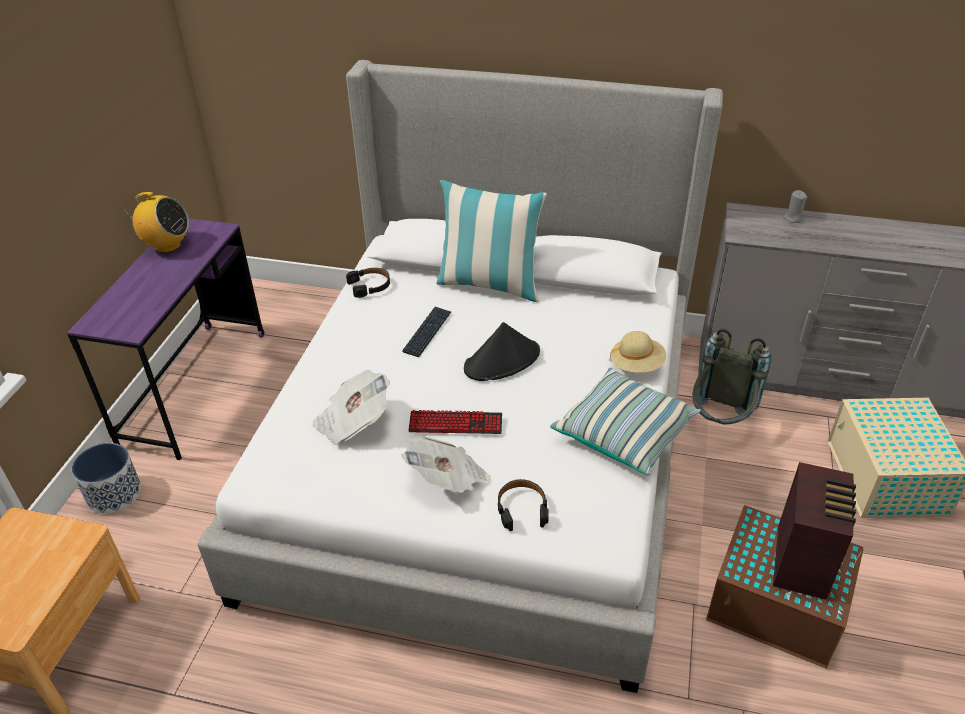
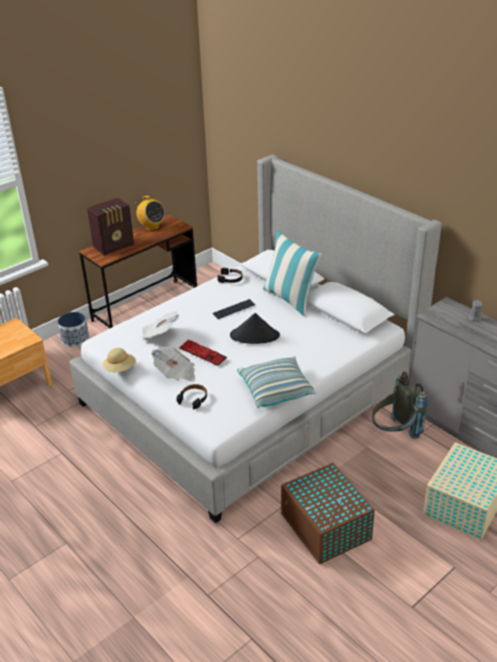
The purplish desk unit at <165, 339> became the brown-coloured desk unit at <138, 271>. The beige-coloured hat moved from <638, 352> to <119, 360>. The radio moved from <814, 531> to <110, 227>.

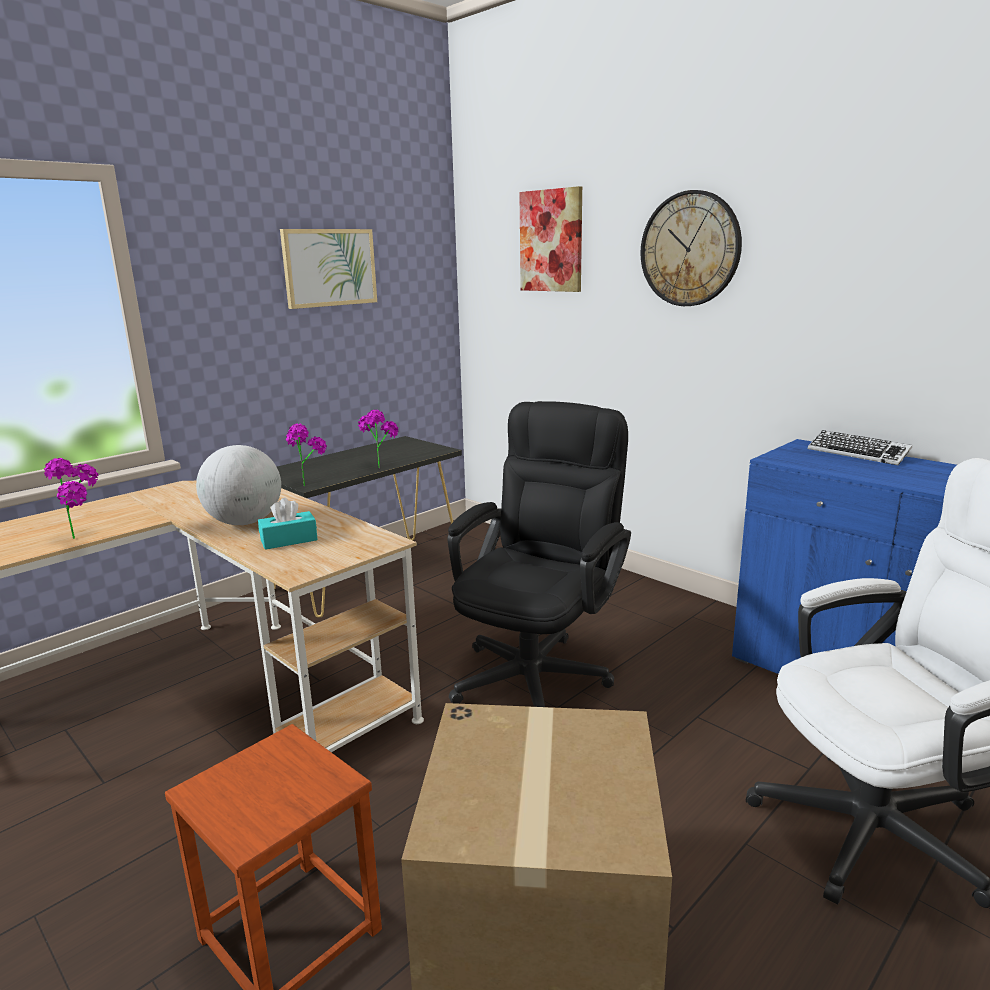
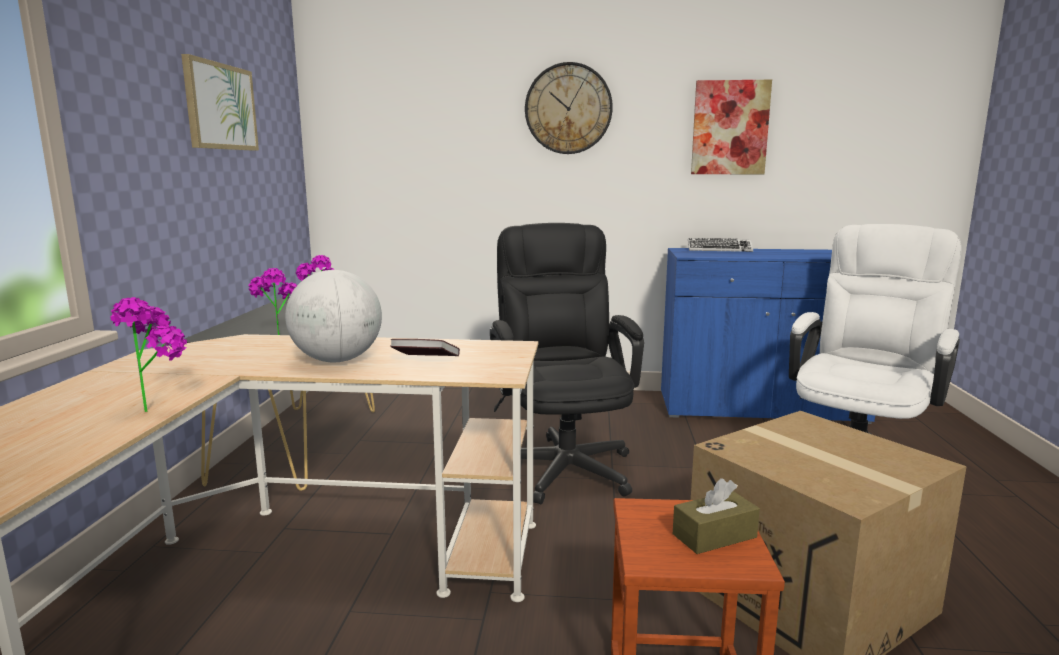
The picture moved from <550, 239> to <731, 127>. The turquoise-coloured tissue box at <288, 524> was replaced by the bound book at <425, 347>. The brown-coloured tissue box at <716, 516> appeared.

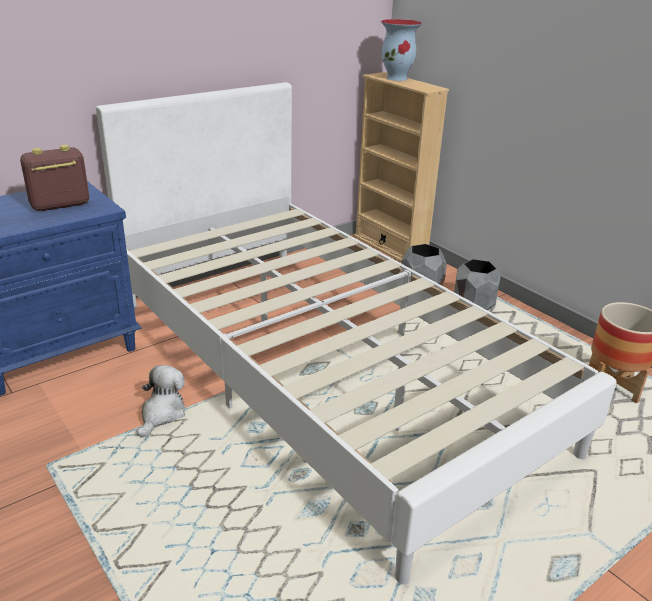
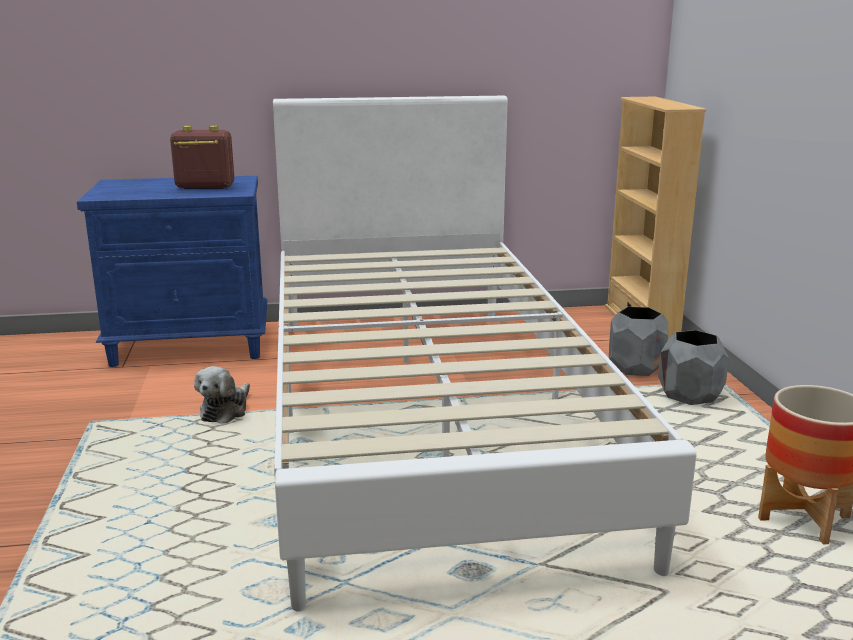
The vase at <401, 50> disappeared. The cuddly toy at <161, 401> turned 150 degrees clockwise.

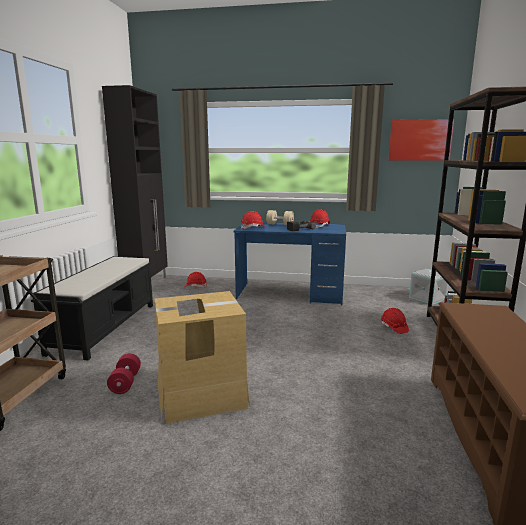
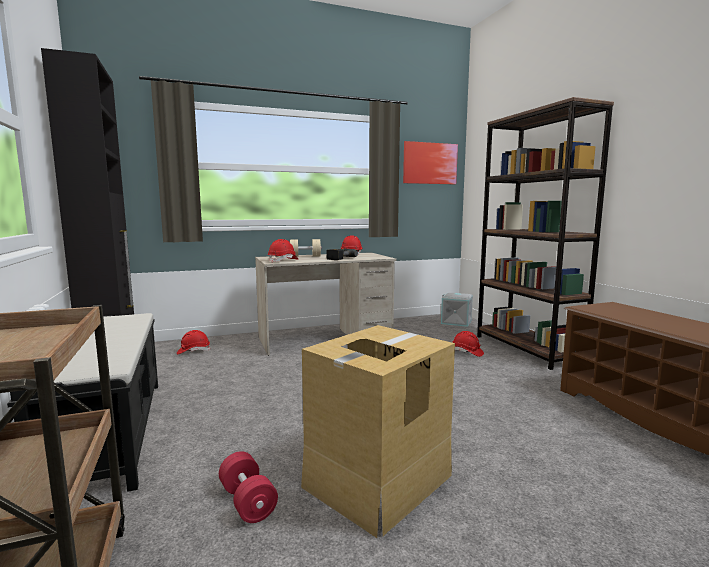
The blue-coloured desk unit at <290, 263> became the beige-coloured desk unit at <325, 304>.

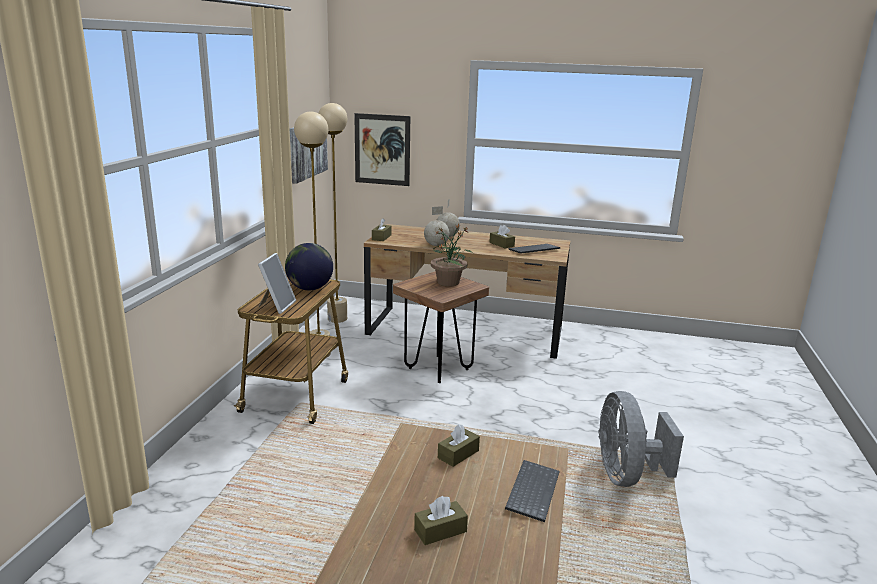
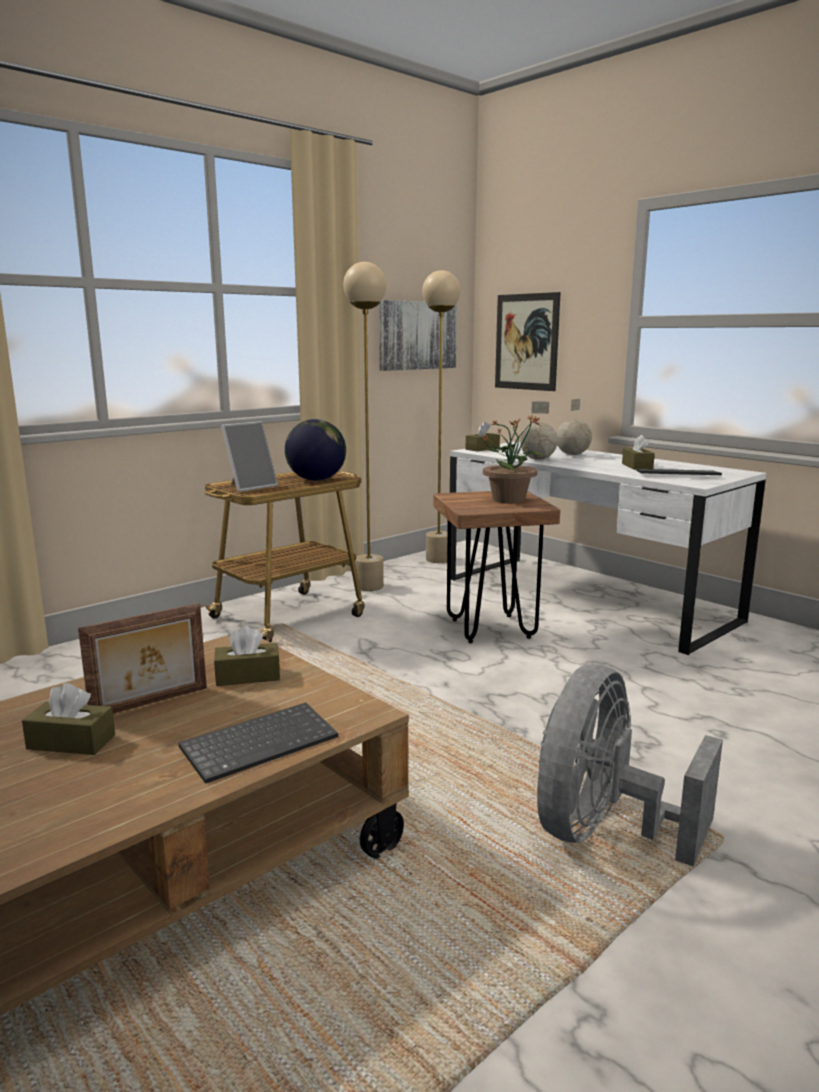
The brown-coloured desk unit at <467, 291> became the white desk unit at <608, 548>. The standing frame at <142, 658> appeared.

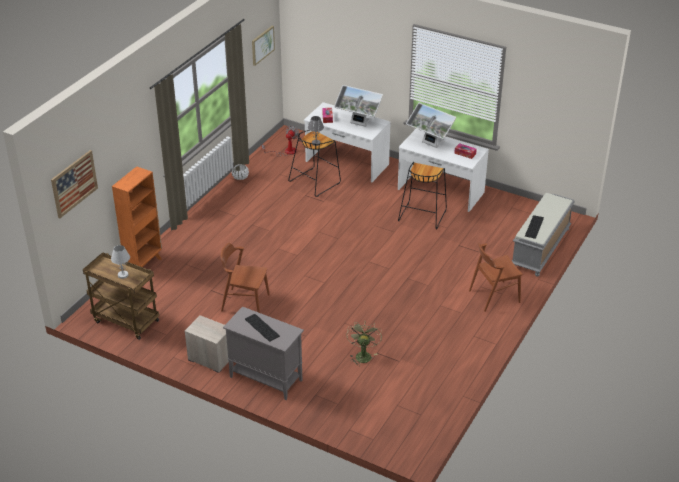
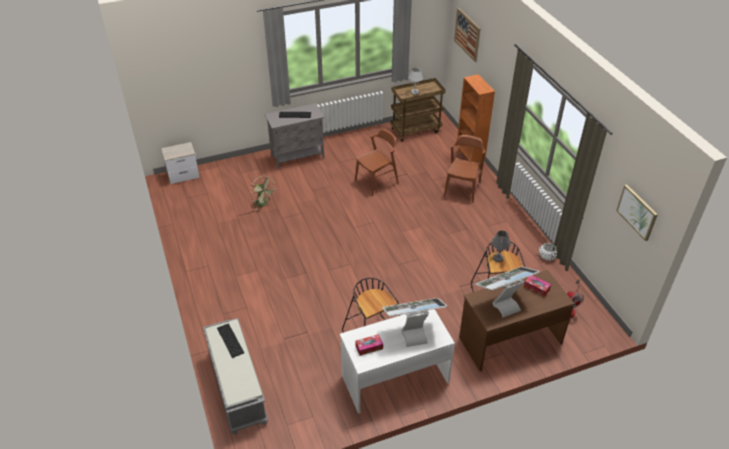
The white desk unit at <347, 142> became the brown-coloured desk unit at <517, 320>. The brown-coloured upright chair moved from <496, 277> to <465, 169>. The night table moved from <207, 344> to <180, 163>.

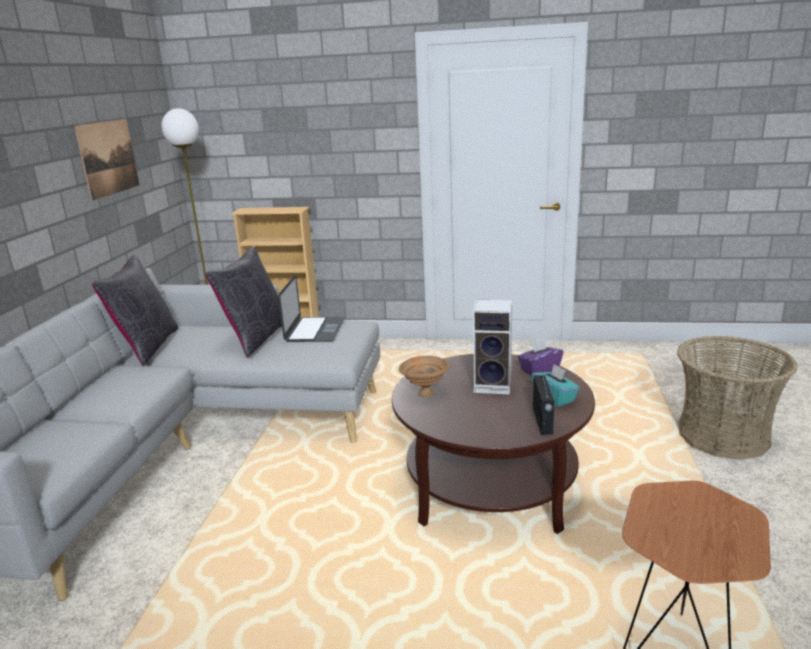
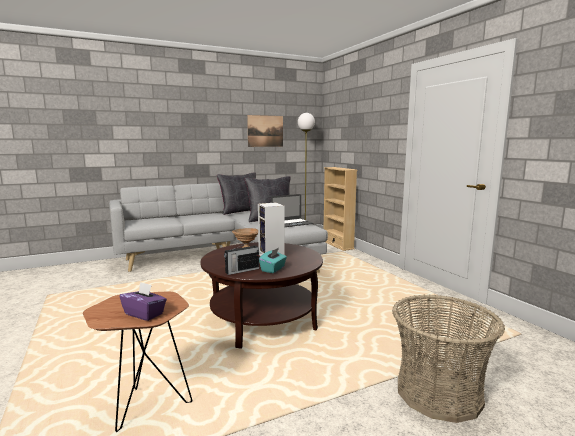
The purplish tissue box moved from <540, 357> to <143, 301>.

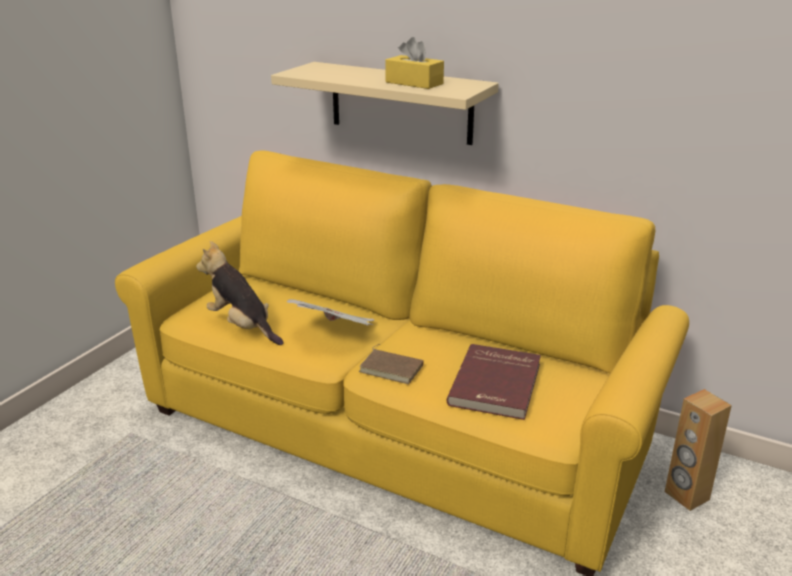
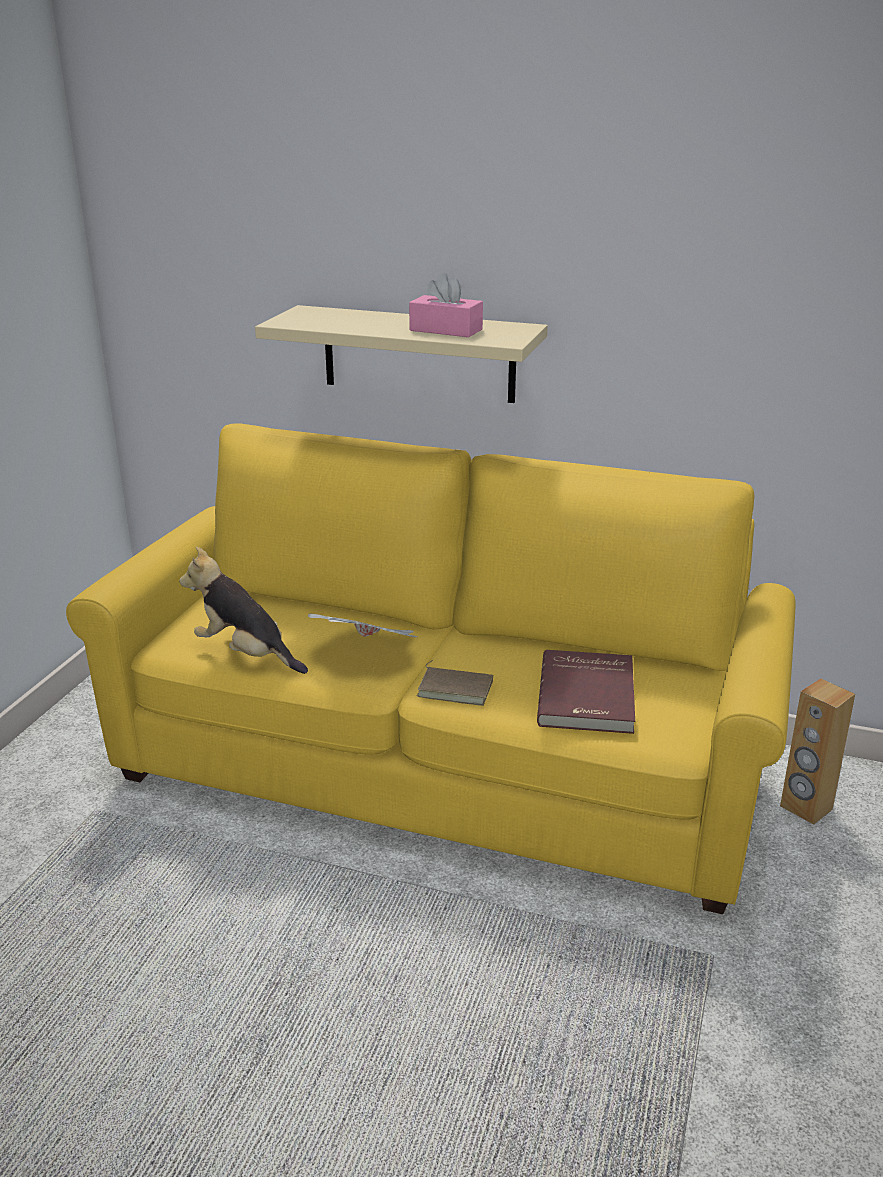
The yellow tissue box at <414, 63> became the pink tissue box at <446, 305>.

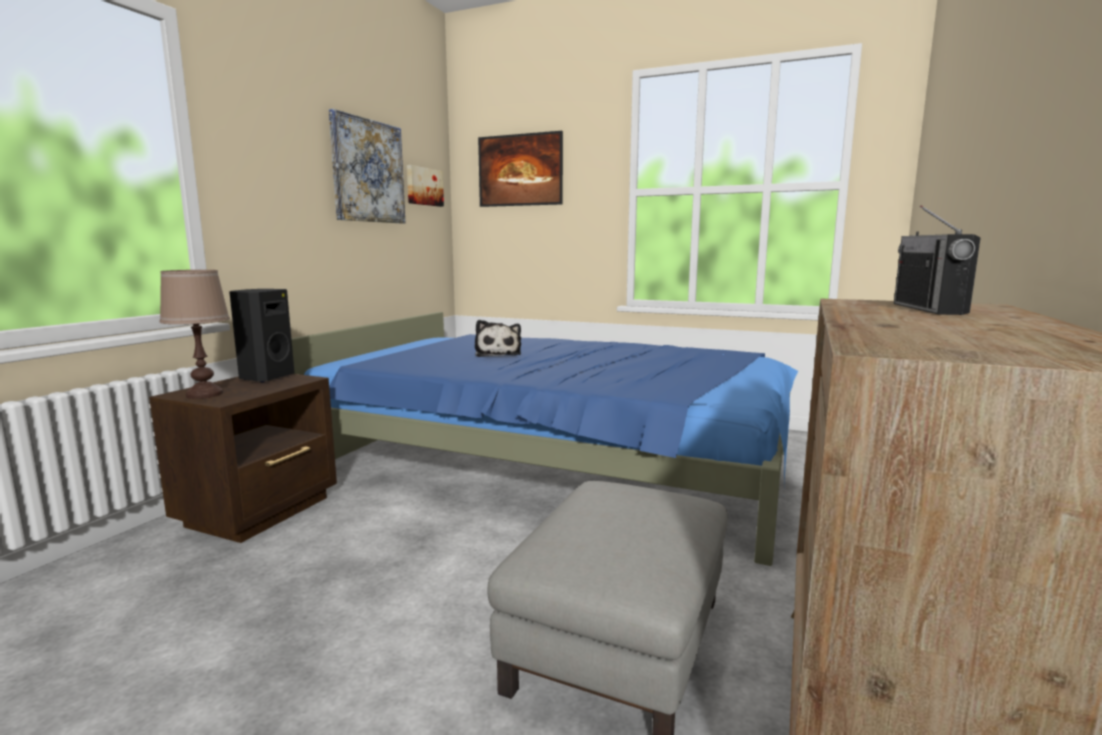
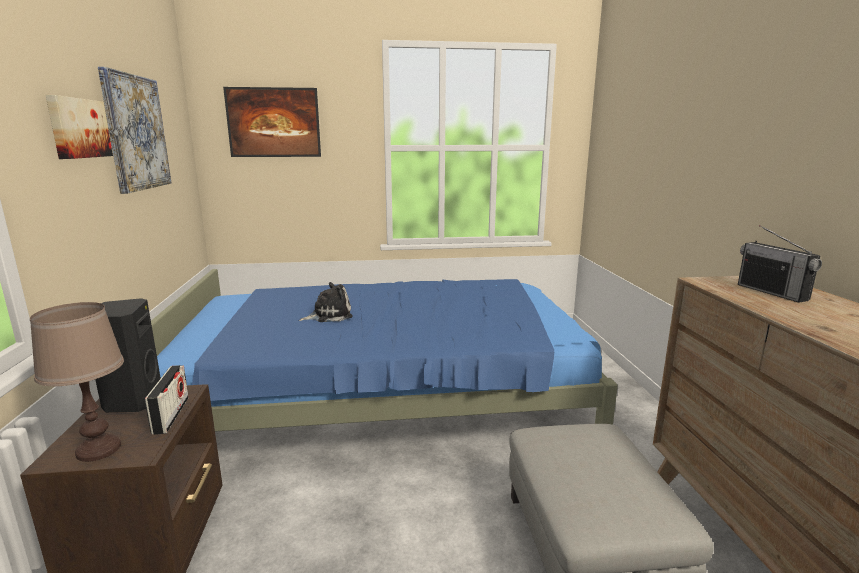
The picture moved from <425, 186> to <79, 127>. The cuddly toy at <498, 338> turned 75 degrees counterclockwise. The radio at <167, 400> appeared.

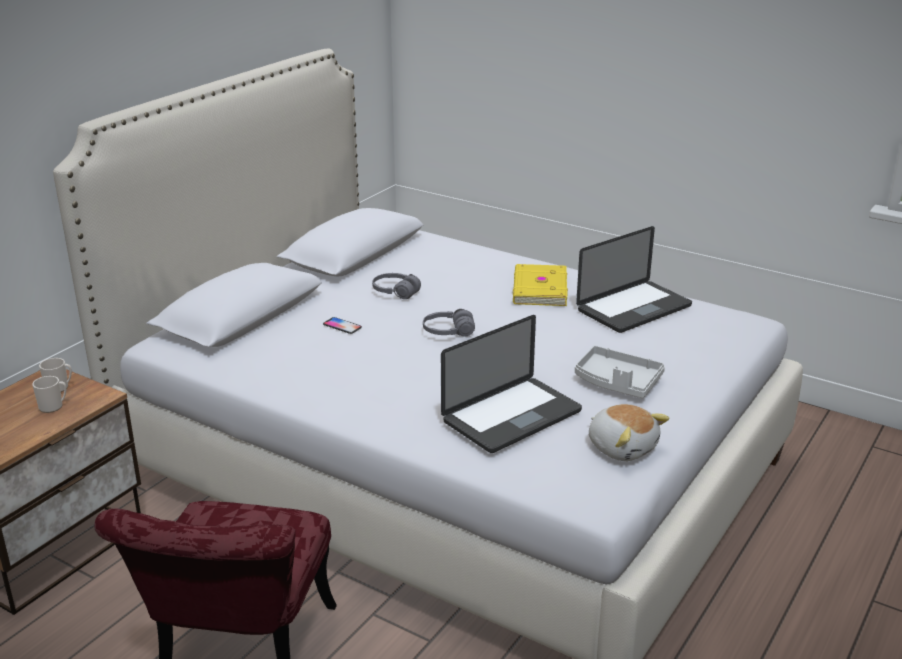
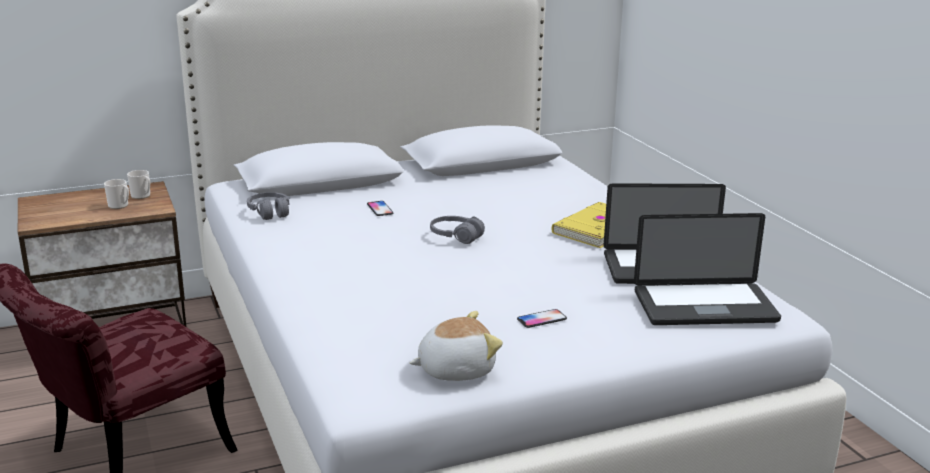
The greyish pair of headphones moved from <396, 286> to <268, 206>. The portable computer moved from <511, 384> to <707, 269>. The greyish tray at <620, 372> was replaced by the telephone at <542, 318>. The cuddly toy at <629, 432> turned 105 degrees counterclockwise.

